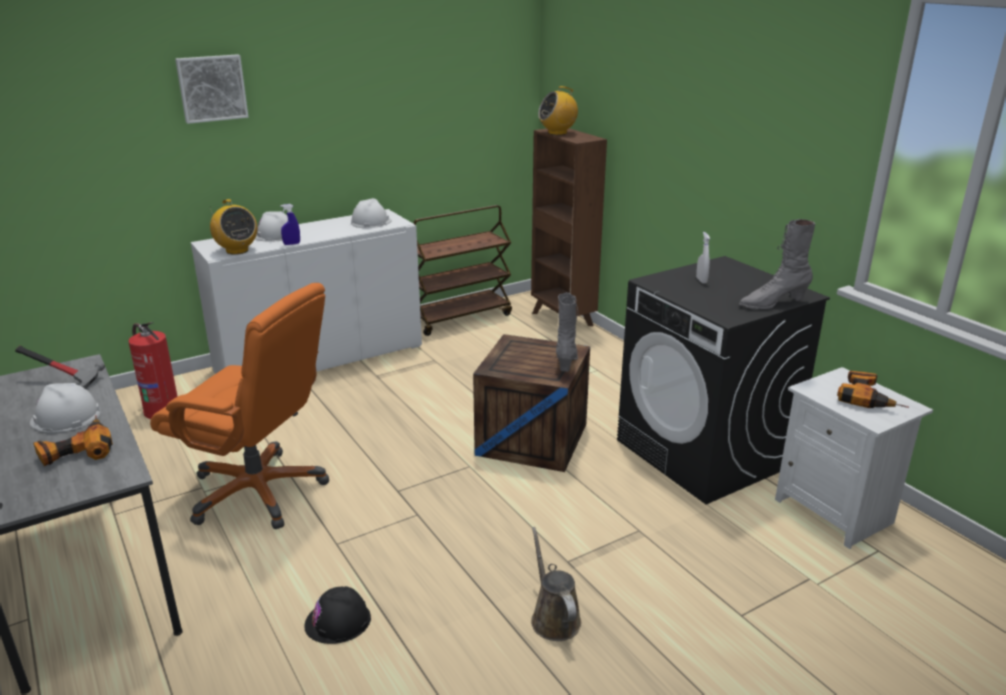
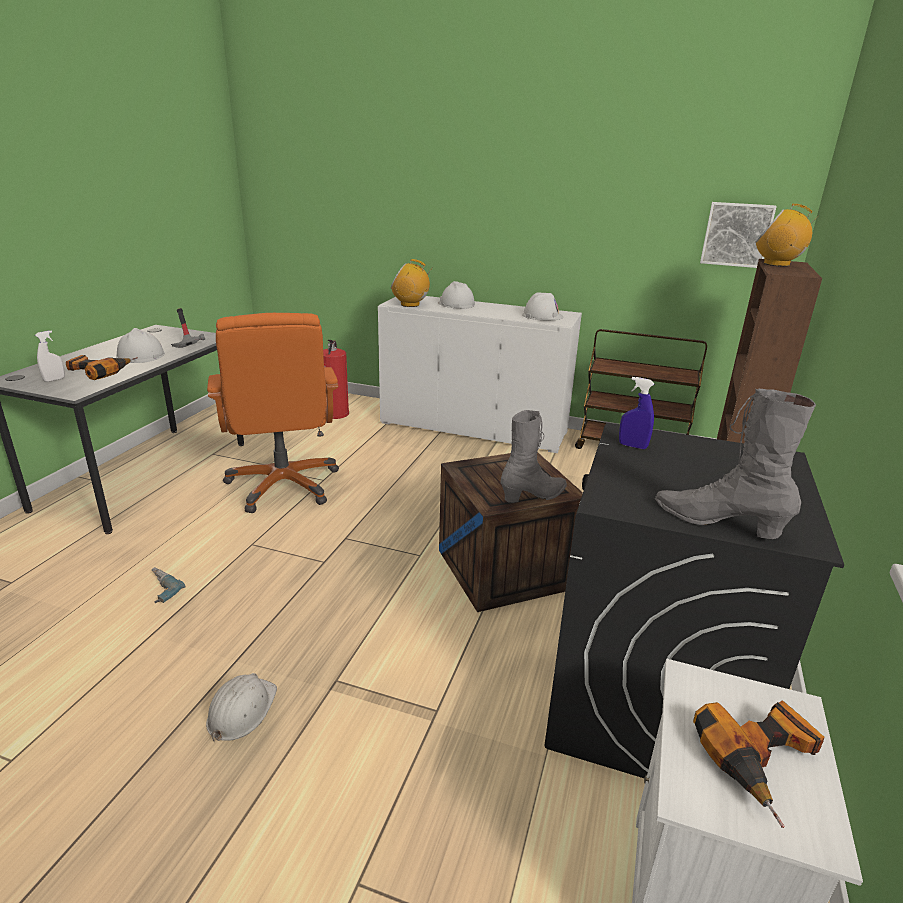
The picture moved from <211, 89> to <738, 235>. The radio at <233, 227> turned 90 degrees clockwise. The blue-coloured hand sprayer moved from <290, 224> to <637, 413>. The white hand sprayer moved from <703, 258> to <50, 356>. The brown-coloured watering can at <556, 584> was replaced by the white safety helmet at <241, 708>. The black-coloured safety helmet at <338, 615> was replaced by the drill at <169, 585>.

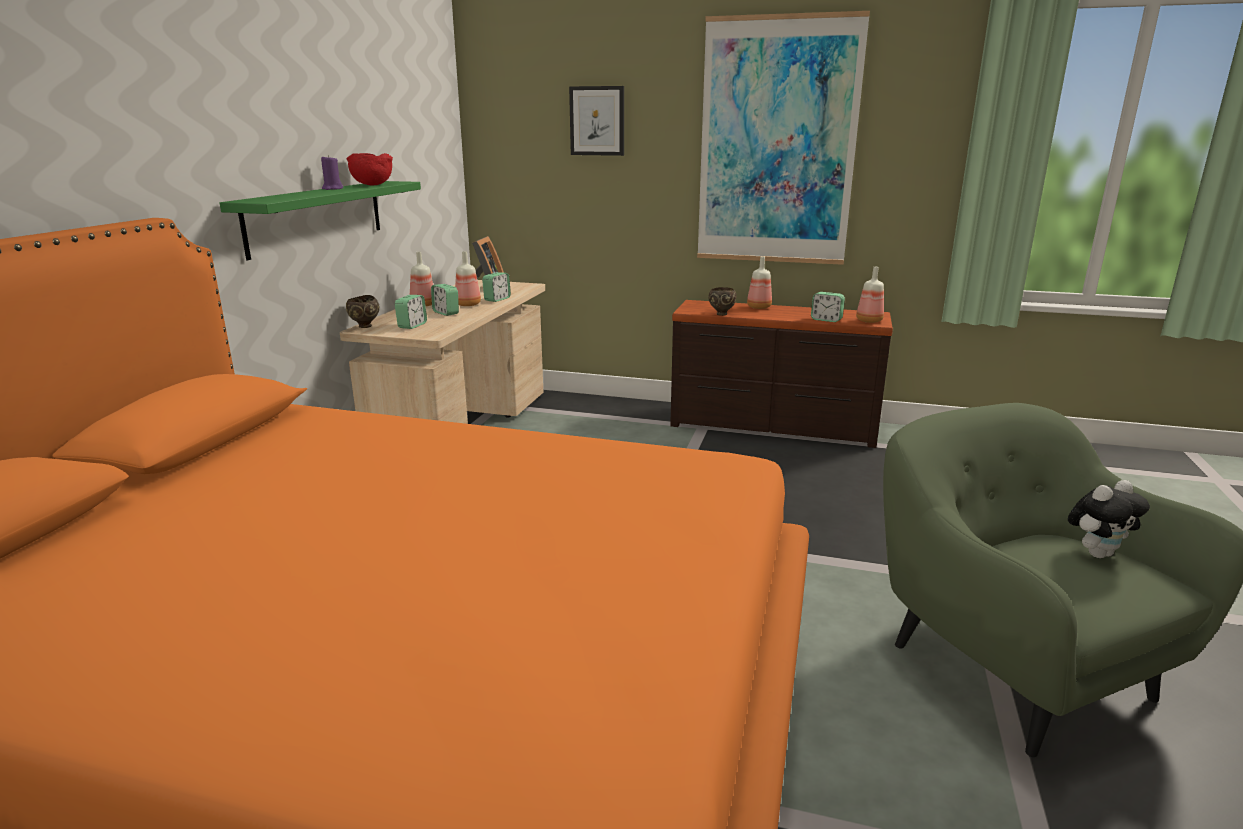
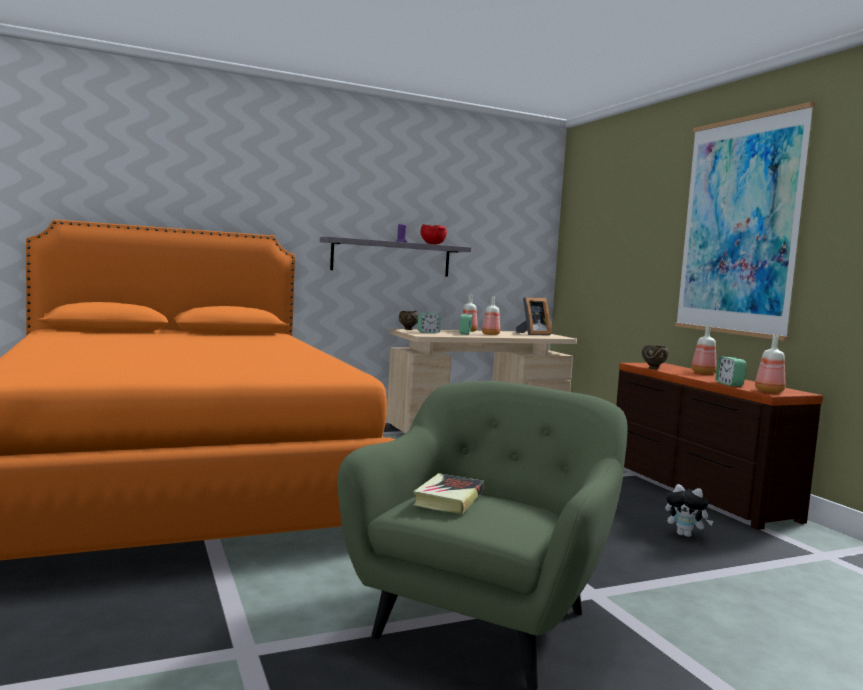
The picture at <596, 121> disappeared. The green wall shelf at <320, 220> became the greyish wall shelf at <395, 256>. The table clock at <496, 287> disappeared. The cuddly toy moved from <1109, 519> to <689, 510>. The bound book at <448, 493> appeared.

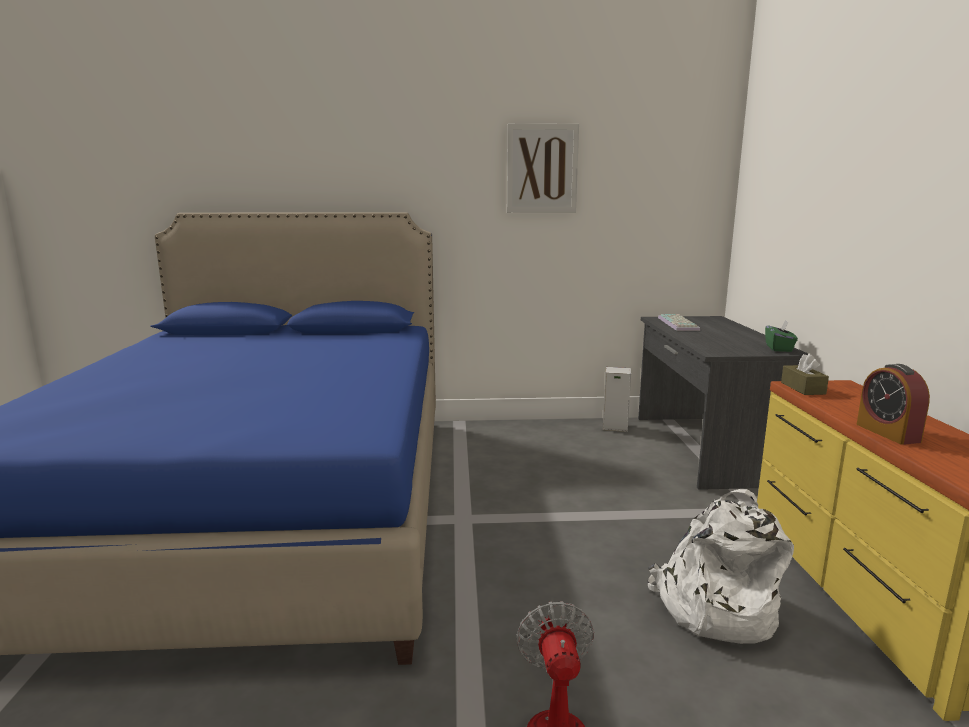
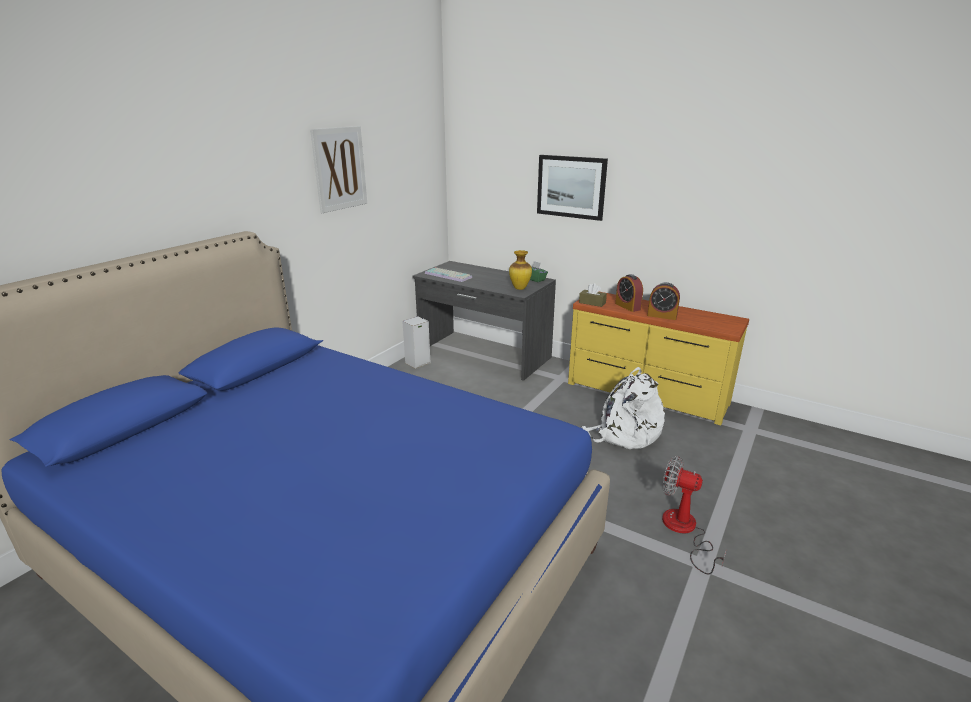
The picture at <572, 188> appeared. The vase at <520, 270> appeared. The table clock at <629, 293> appeared.

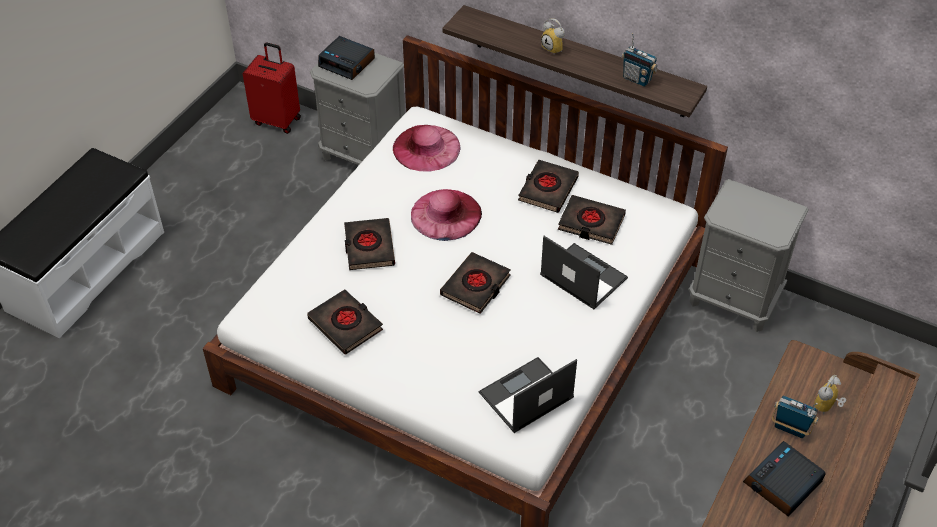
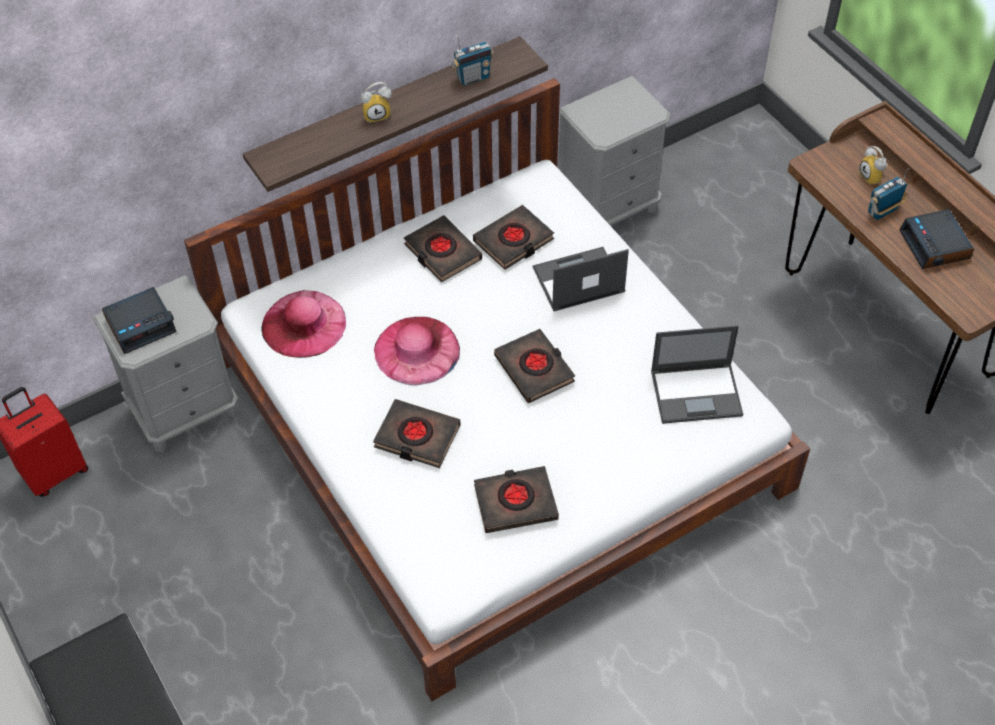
The portable computer at <528, 395> turned 90 degrees counterclockwise.

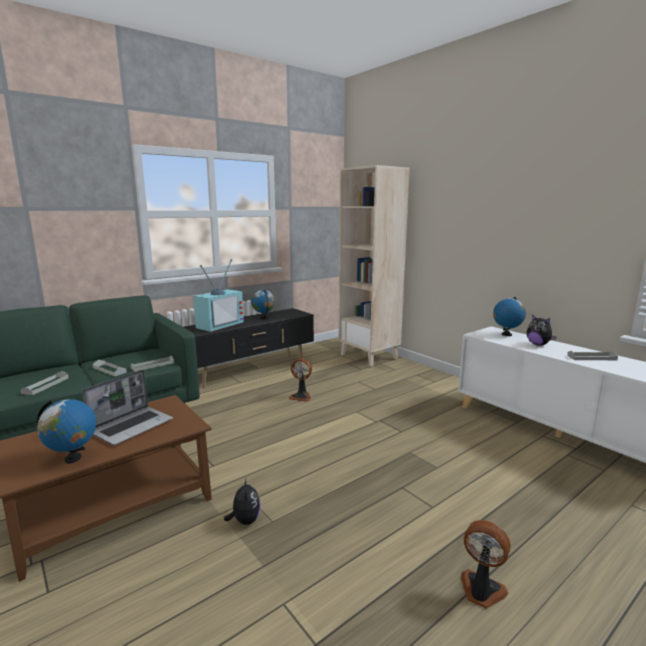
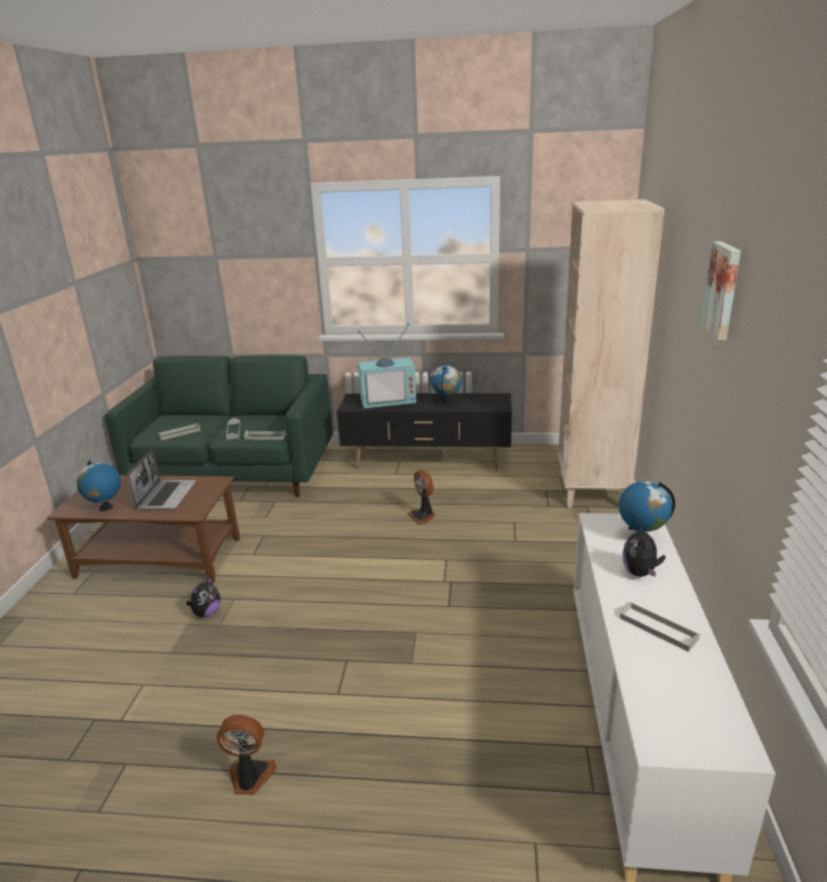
The portable computer at <127, 407> turned 75 degrees counterclockwise. The electric fan at <486, 564> turned 75 degrees counterclockwise. The picture at <721, 290> appeared.

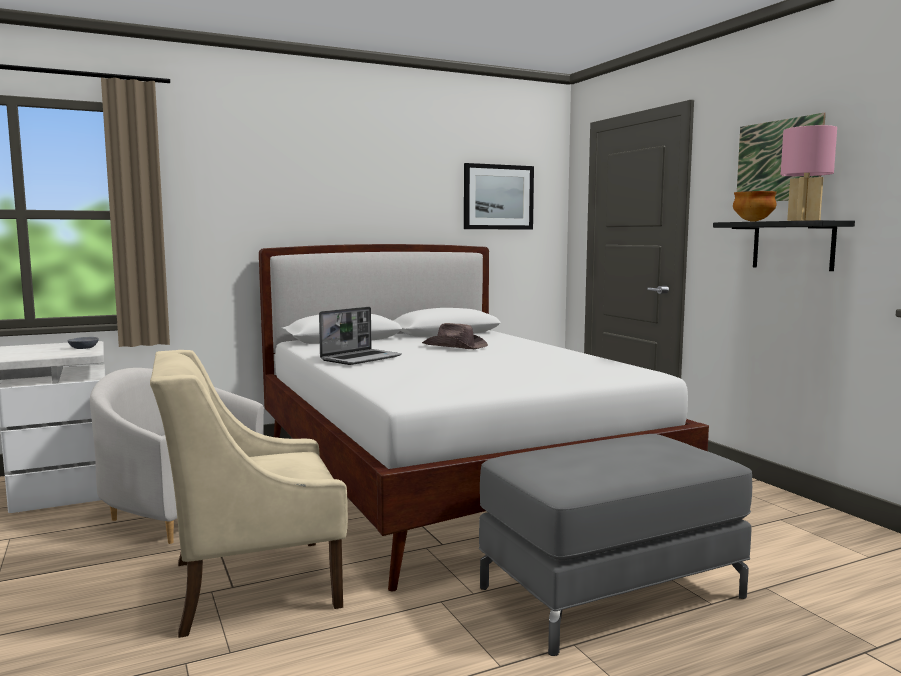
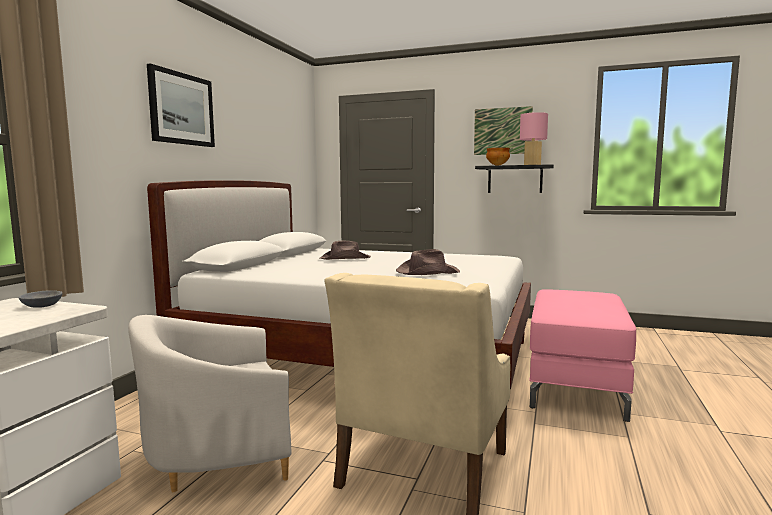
The picture moved from <499, 196> to <181, 105>. The portable computer at <360, 336> disappeared. The greyish pouffe at <615, 545> became the pink pouffe at <582, 355>. The brown-coloured hat at <428, 262> appeared.

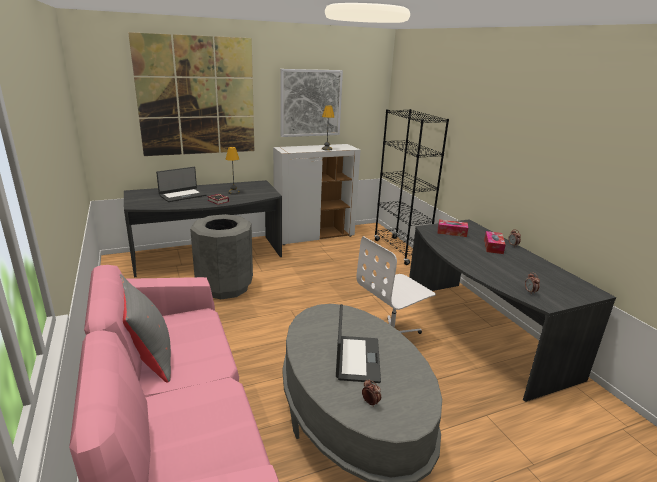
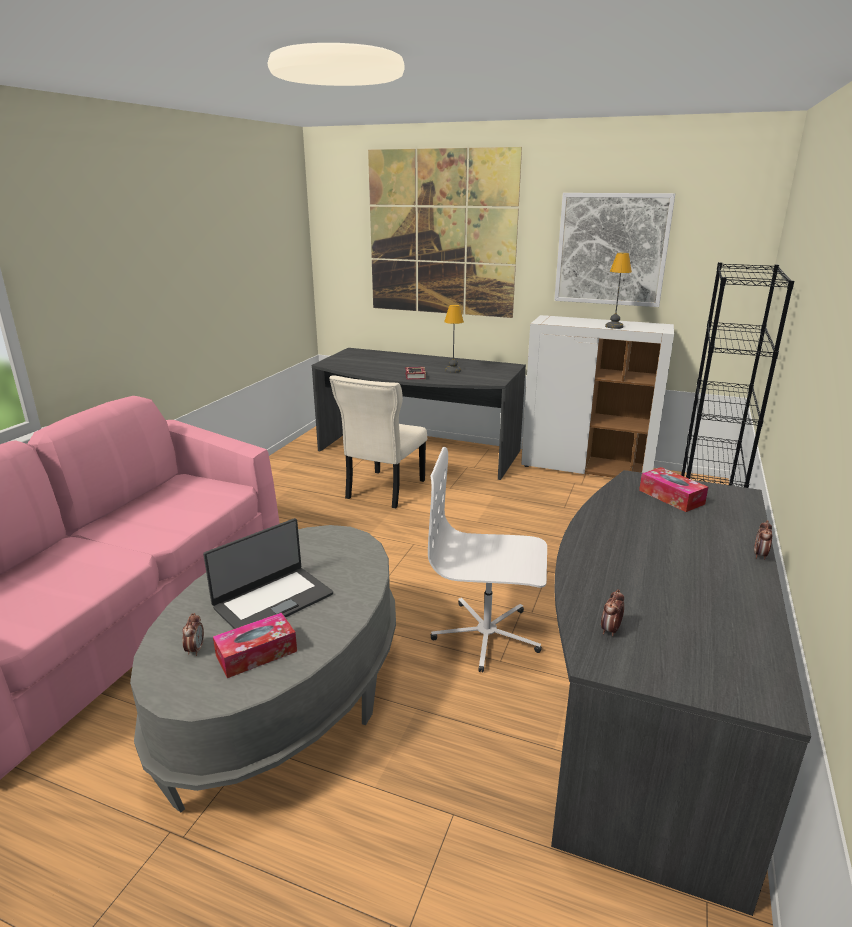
The portable computer at <181, 184> disappeared. The greyish waste bin at <221, 256> was replaced by the beige-coloured upright chair at <378, 442>. The tissue box moved from <495, 242> to <255, 645>. The greyish cushion at <145, 328> disappeared.

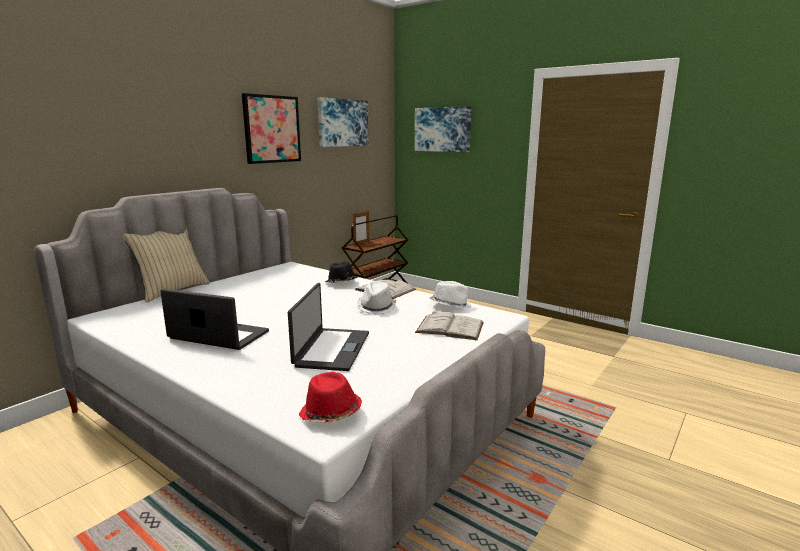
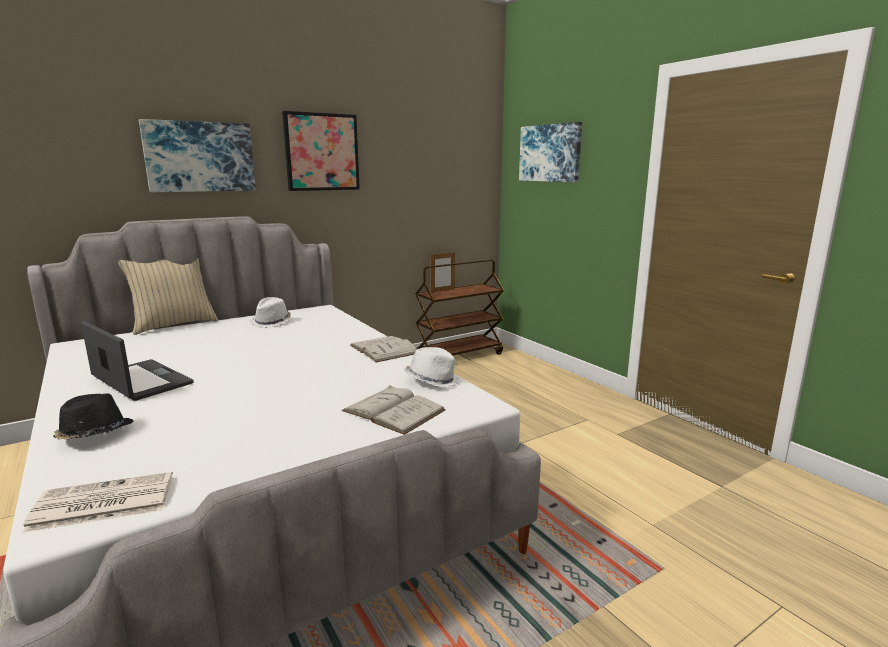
The picture moved from <343, 122> to <197, 155>. The black-coloured hat moved from <341, 271> to <94, 416>. The white hat moved from <376, 298> to <270, 312>. The portable computer at <328, 327> disappeared. The reddish hat at <330, 397> was replaced by the daily paper at <97, 502>.

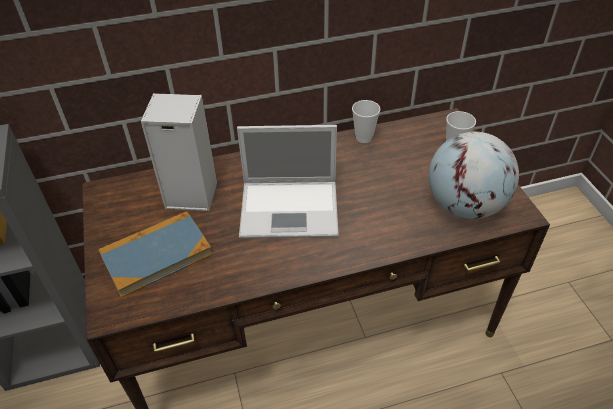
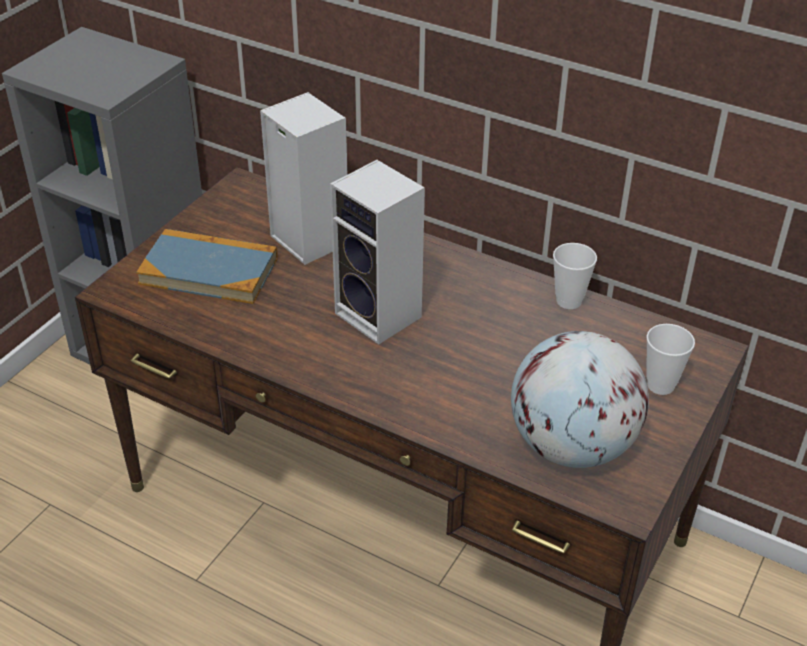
The portable computer at <288, 182> was replaced by the speaker at <377, 252>.

